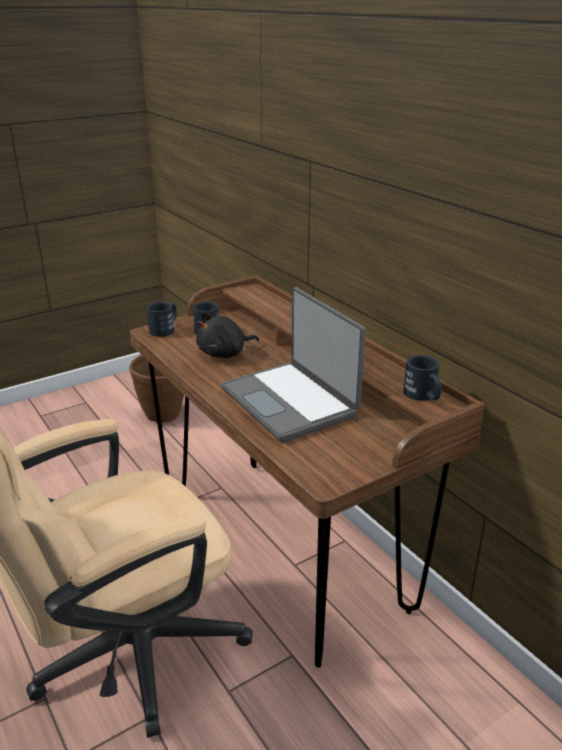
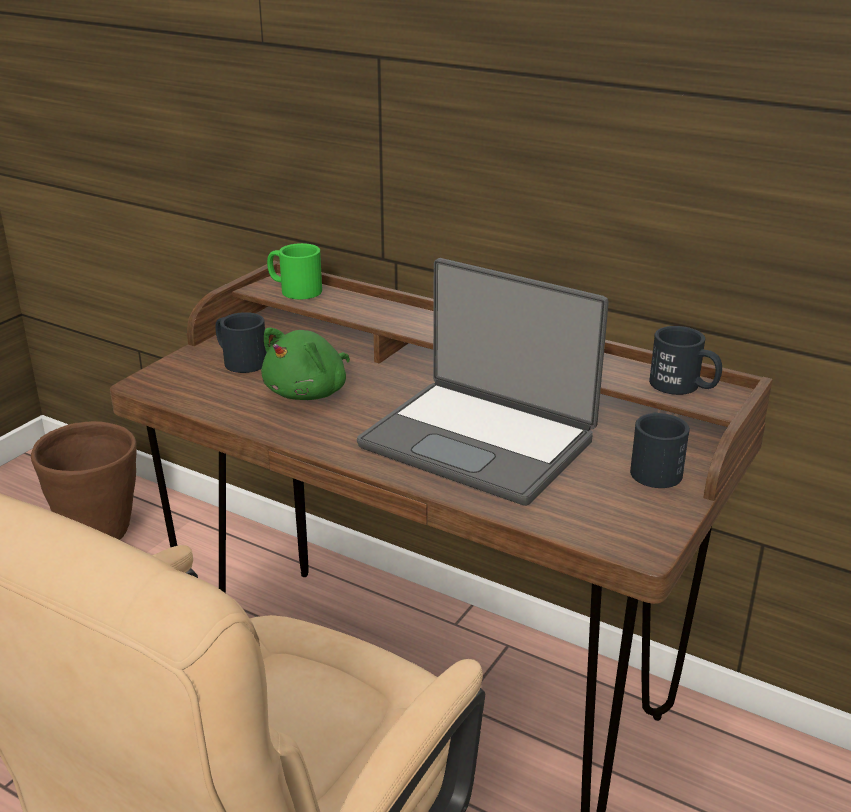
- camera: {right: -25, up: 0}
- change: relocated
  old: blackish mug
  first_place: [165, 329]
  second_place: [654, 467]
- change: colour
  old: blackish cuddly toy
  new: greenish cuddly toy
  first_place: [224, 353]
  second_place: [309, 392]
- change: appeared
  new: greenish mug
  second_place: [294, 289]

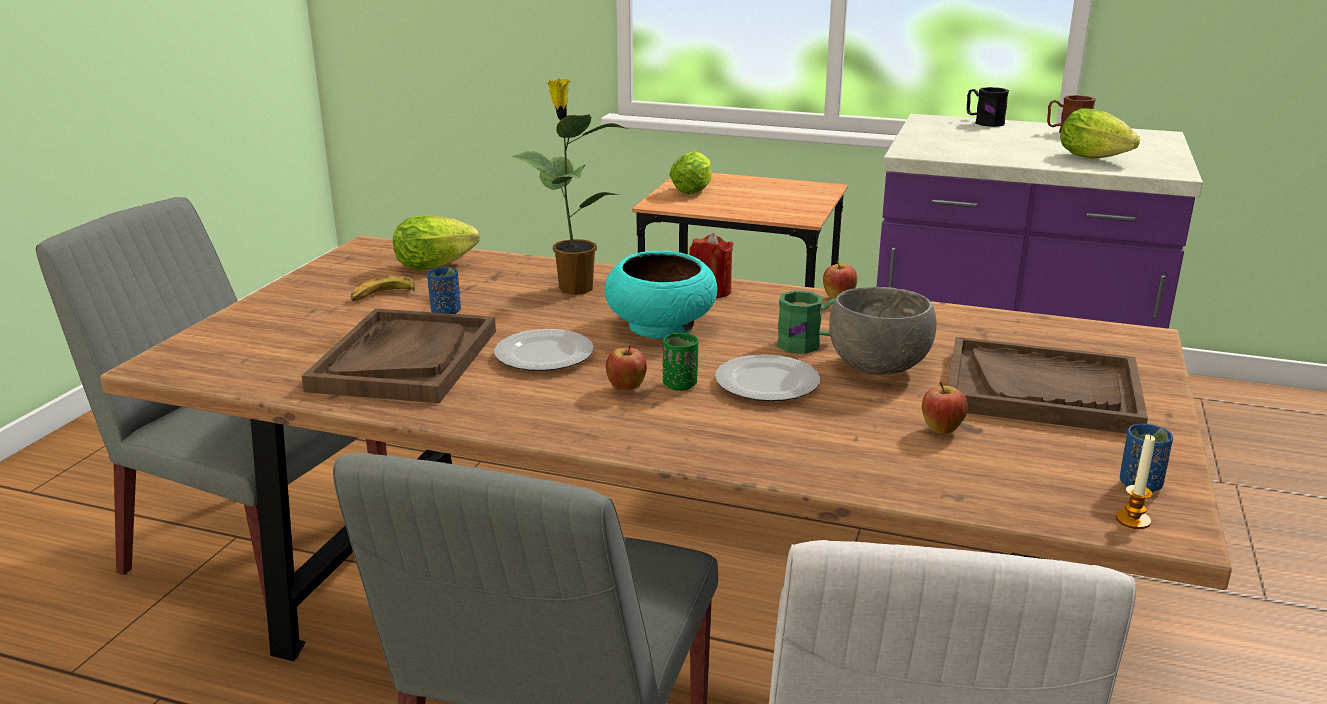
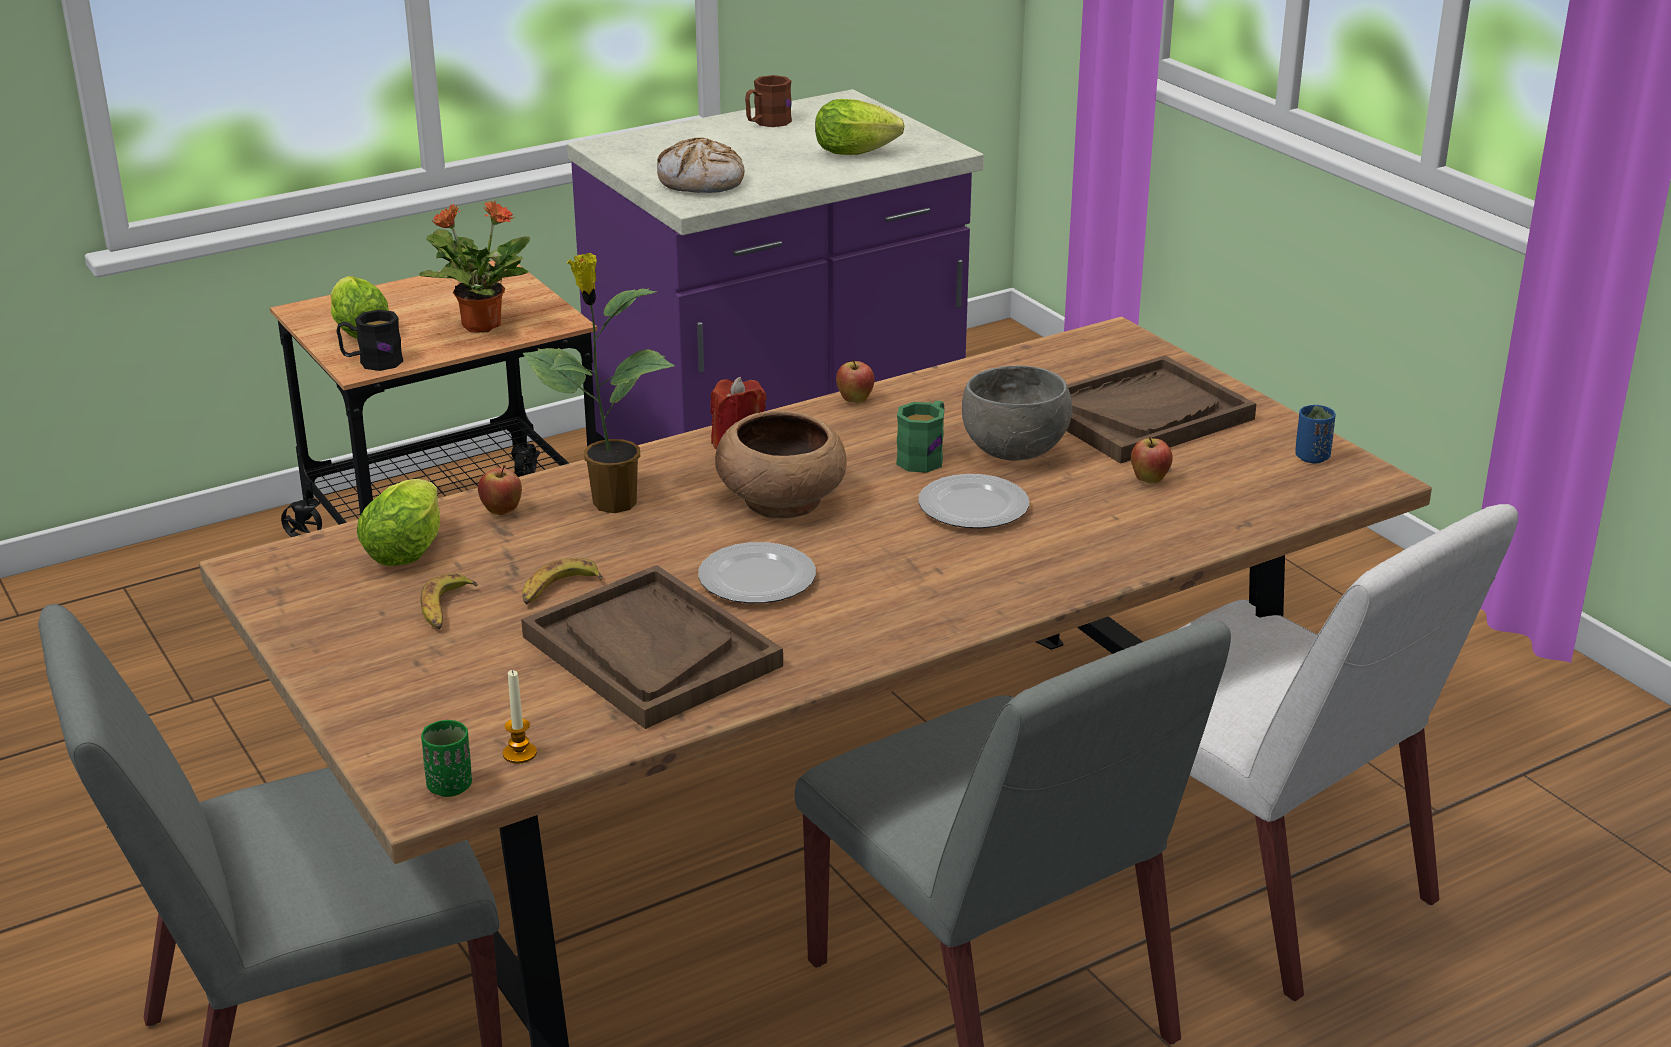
- camera: {right: -50, up: 5}
- change: relocated
  old: blackish mug
  first_place: [984, 122]
  second_place: [372, 362]
- change: colour
  old: turquoise serving bowl
  new: brown serving bowl
  first_place: [662, 326]
  second_place: [782, 500]
- change: exchanged
  old: blue-coloured small cup
  new: banana
  first_place: [446, 312]
  second_place: [558, 590]
- change: relocated
  old: greenish small cup
  first_place: [680, 385]
  second_place: [450, 786]
- change: relocated
  old: apple
  first_place: [626, 389]
  second_place: [502, 512]
- change: relocated
  old: wax candle
  first_place: [1133, 520]
  second_place: [519, 753]
- change: appeared
  new: bakery bread
  second_place: [702, 182]
- change: appeared
  new: houseplant
  second_place: [480, 325]

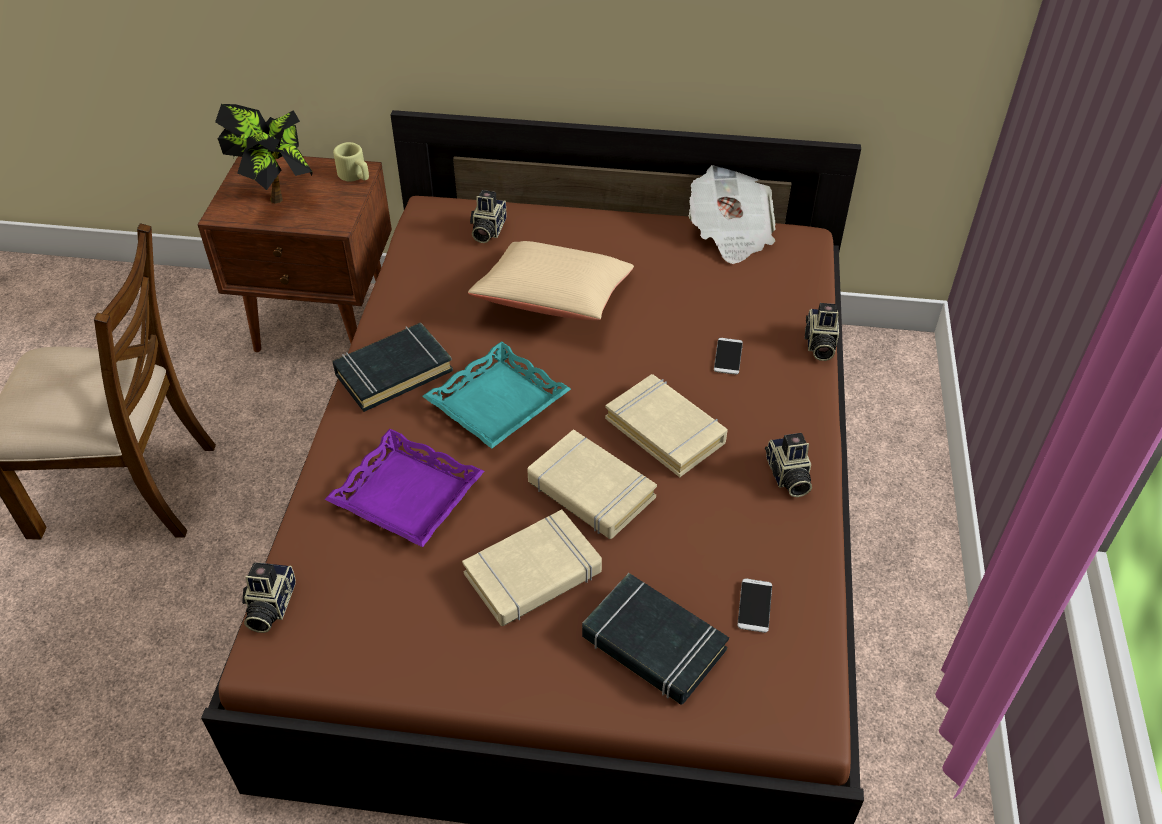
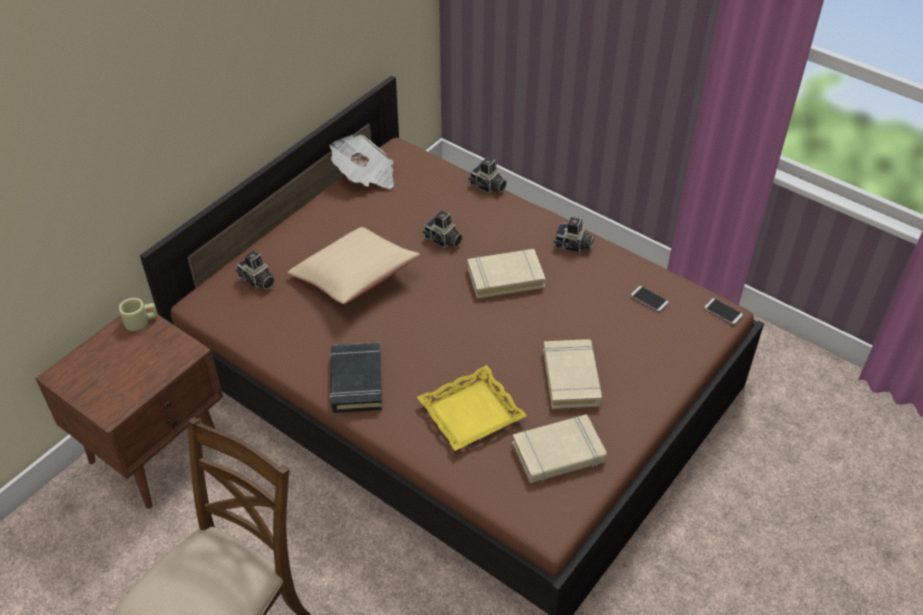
- camera: {right: -60, up: 0}
- change: missing
  old: houseplant
  first_place: [277, 191]
- change: relocated
  old: telephone
  first_place: [728, 356]
  second_place: [723, 311]
- change: missing
  old: turquoise serving tray
  first_place: [497, 402]
- change: colour
  old: purplish serving tray
  new: yellowish serving tray
  first_place: [406, 495]
  second_place: [471, 414]
- change: relocated
  old: beige-coloured book
  first_place: [590, 490]
  second_place: [558, 453]
- change: relocated
  old: still camera
  first_place: [269, 606]
  second_place: [443, 240]
- change: missing
  old: blackish book
  first_place: [653, 644]

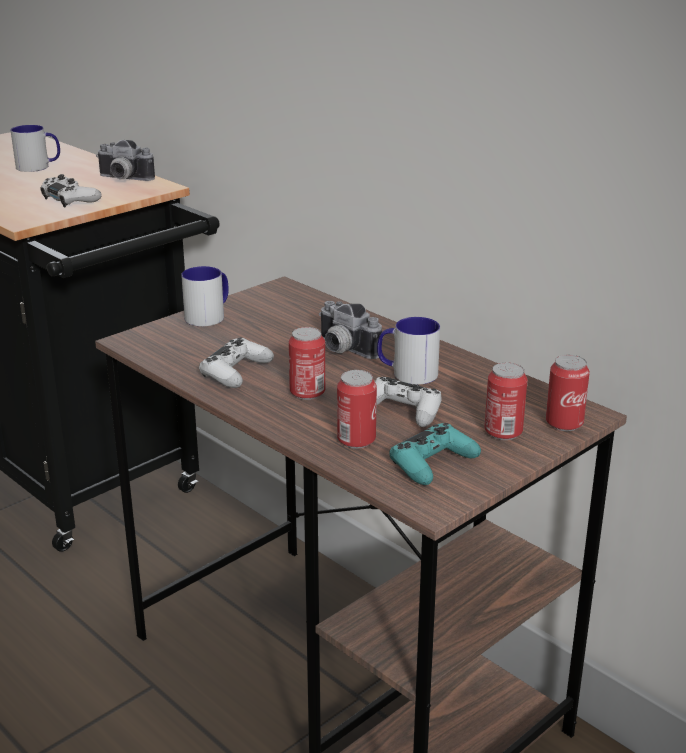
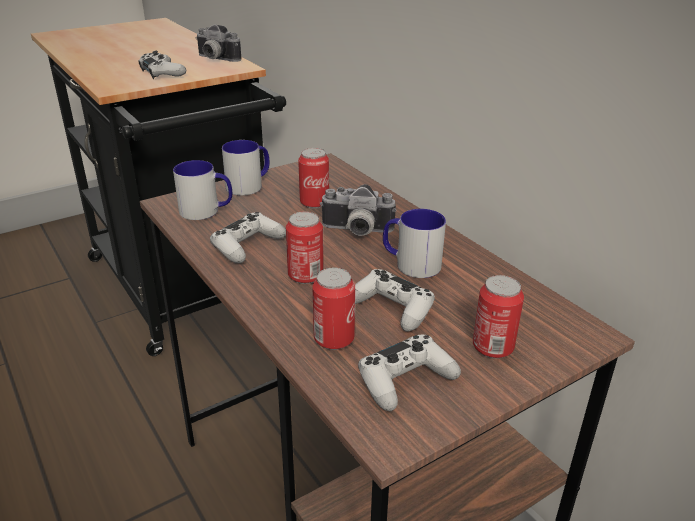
- camera: {right: 10, up: 5}
- change: relocated
  old: mug
  first_place: [39, 167]
  second_place: [206, 211]
- change: spun
  old: still camera
  first_place: [342, 350]
  second_place: [356, 231]
  degrees: -45
- change: relocated
  old: metal can
  first_place: [564, 423]
  second_place: [314, 203]
- change: colour
  old: turquoise game controller
  new: white game controller
  first_place: [432, 464]
  second_place: [405, 380]

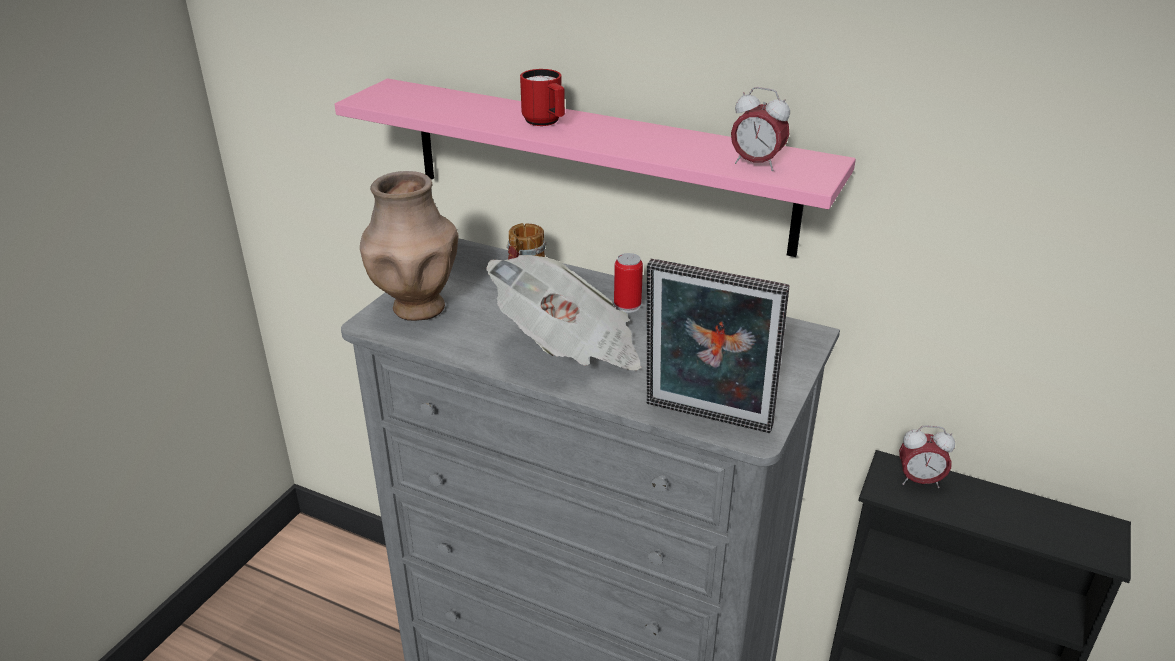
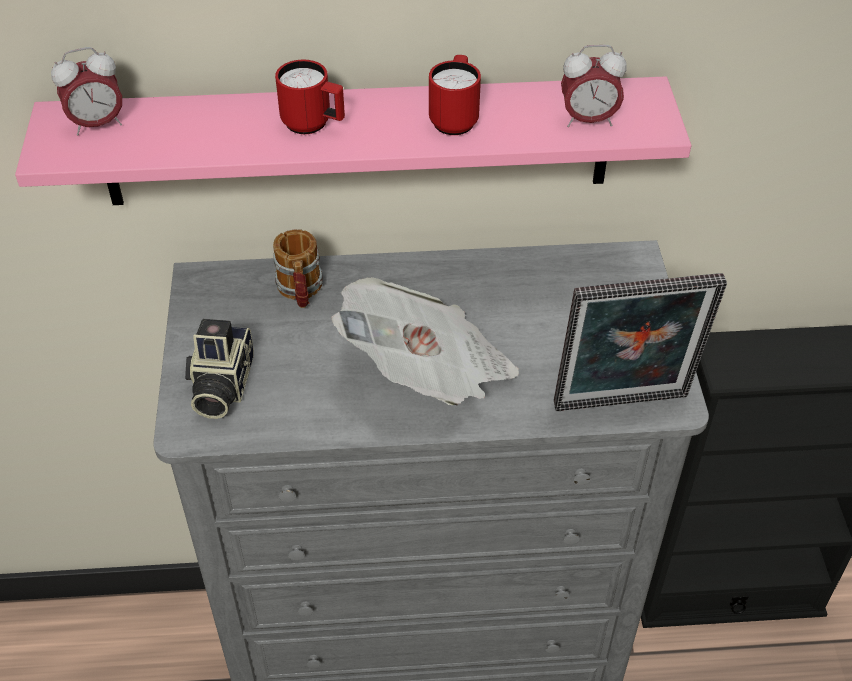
- camera: {right: -30, up: 15}
- change: exchanged
  old: brown vase
  new: still camera
  first_place: [417, 308]
  second_place: [220, 386]
- change: missing
  old: metal can
  first_place: [627, 306]
- change: relocated
  old: table clock
  first_place: [919, 481]
  second_place: [97, 124]
- change: appeared
  new: red mug
  second_place: [455, 118]

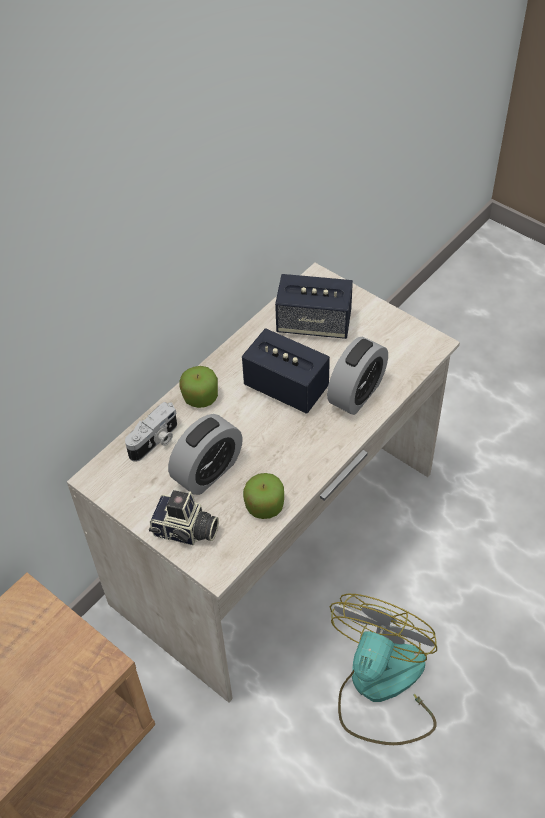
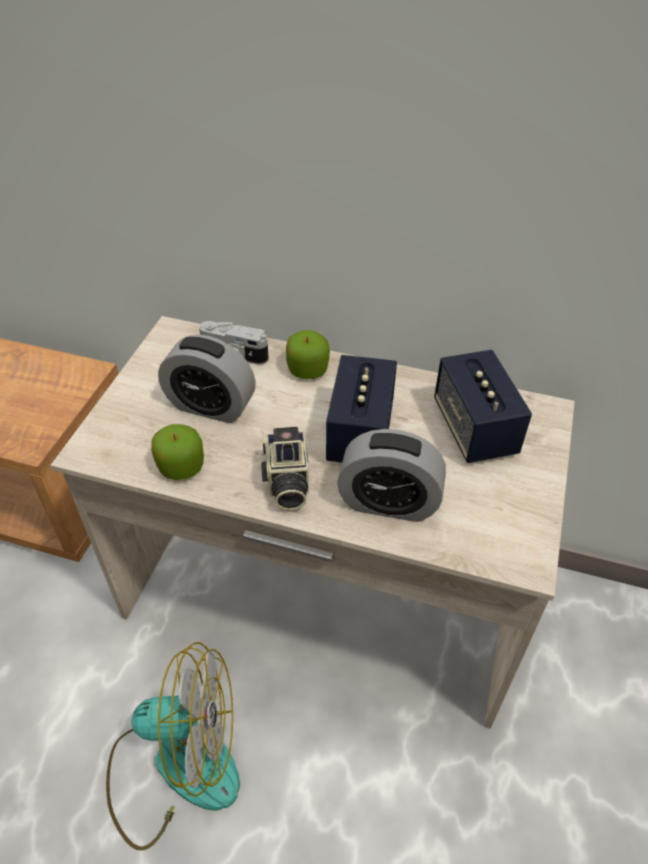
- camera: {right: 65, up: -5}
- change: relocated
  old: still camera
  first_place: [185, 531]
  second_place: [286, 483]

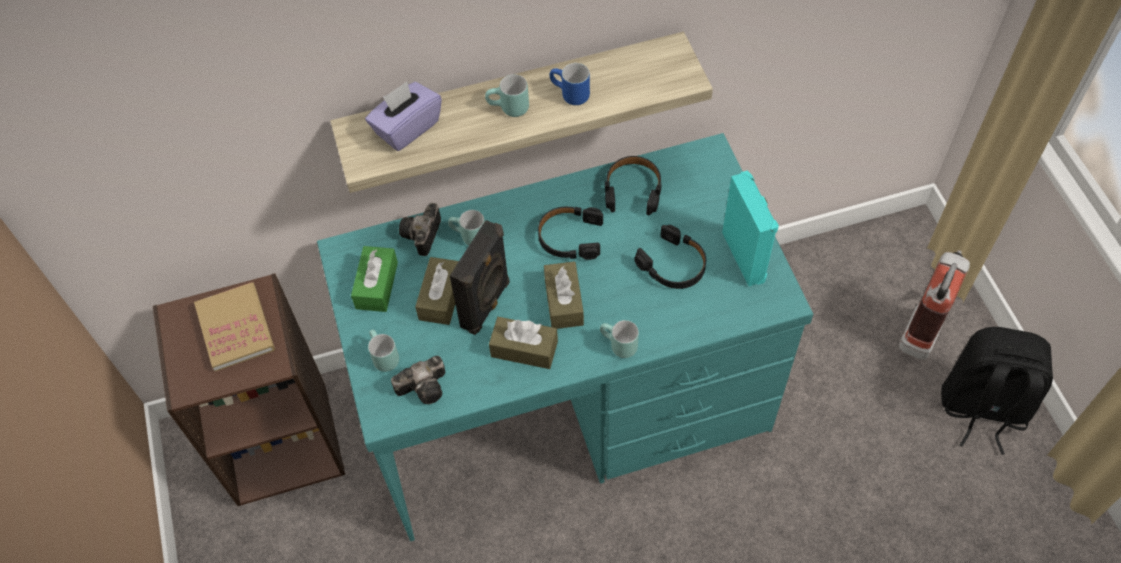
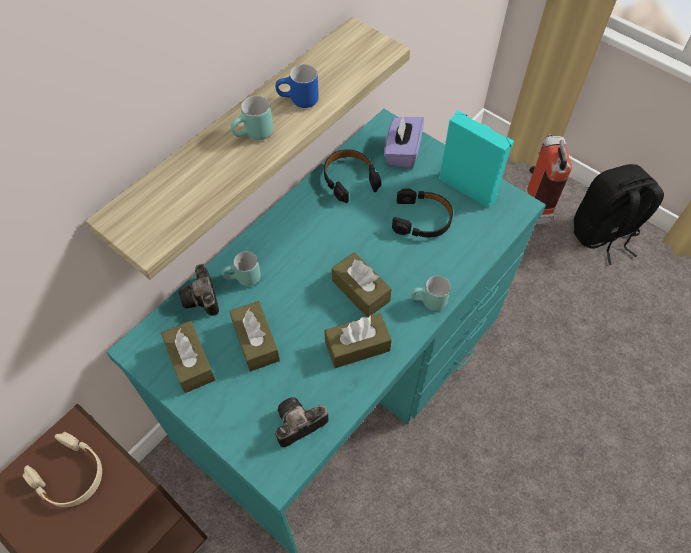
- camera: {right: -35, up: 0}
- change: relocated
  old: purplish tissue holder
  first_place: [407, 128]
  second_place: [402, 152]
- change: missing
  old: blackish pair of headphones
  first_place: [570, 237]
- change: missing
  old: blackish audio speaker
  first_place: [487, 305]
- change: colour
  old: greenish tissue holder
  new: brown tissue holder
  first_place: [377, 285]
  second_place: [190, 362]
- change: exchanged
  old: book
  new: beige-coloured pair of headphones
  first_place: [235, 328]
  second_place: [70, 475]
- change: missing
  old: turquoise mug
  first_place: [382, 357]
- change: spun
  old: still camera
  first_place: [426, 386]
  second_place: [297, 425]
  degrees: -150

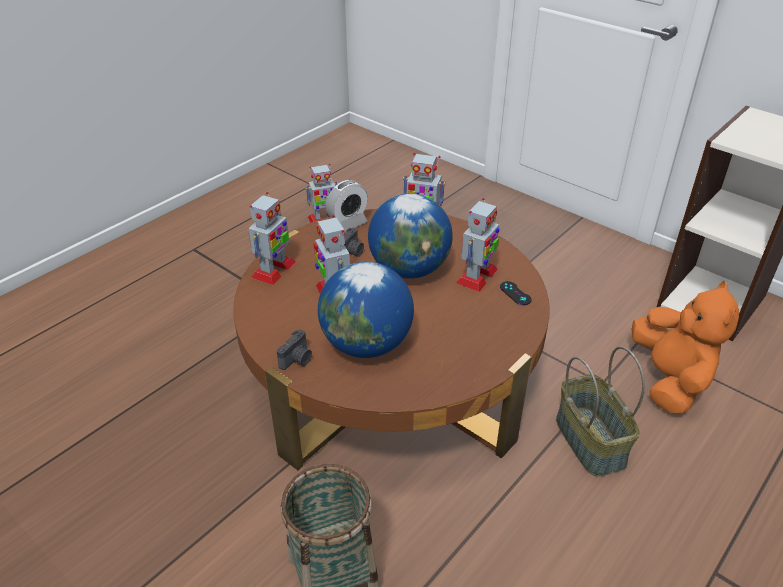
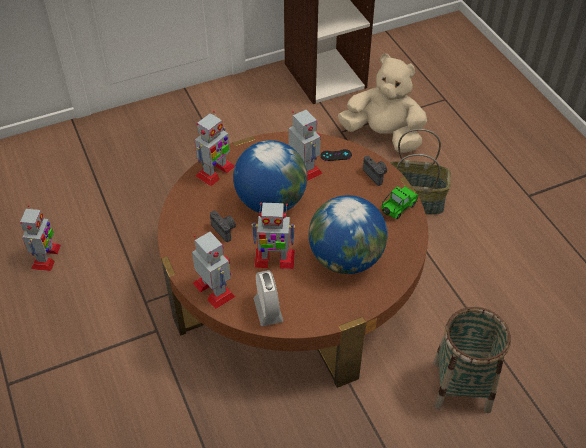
- camera: {right: -65, up: 10}
- change: relocated
  old: table clock
  first_place: [347, 224]
  second_place: [268, 310]
- change: colour
  old: orange-coloured cuddly toy
  new: beige-coloured cuddly toy
  first_place: [670, 380]
  second_place: [383, 135]
- change: relocated
  old: still camera
  first_place: [297, 360]
  second_place: [376, 175]
- change: appeared
  new: toy car
  second_place: [397, 208]

